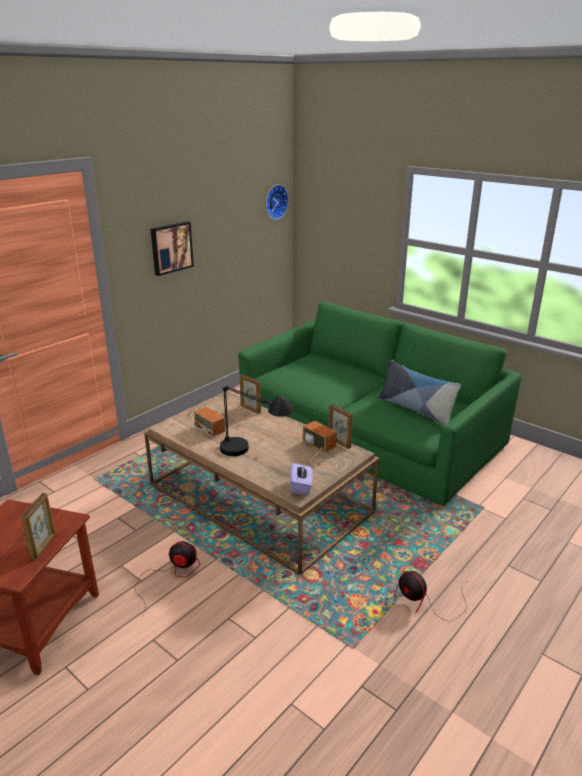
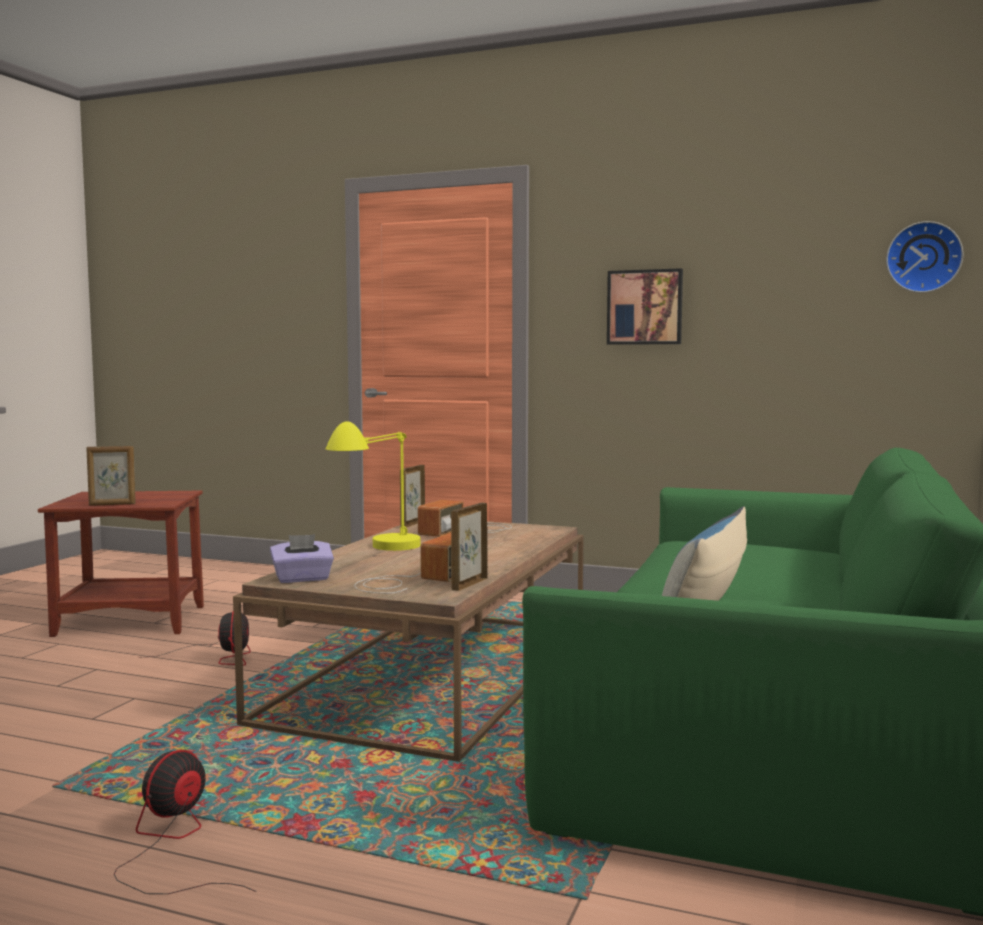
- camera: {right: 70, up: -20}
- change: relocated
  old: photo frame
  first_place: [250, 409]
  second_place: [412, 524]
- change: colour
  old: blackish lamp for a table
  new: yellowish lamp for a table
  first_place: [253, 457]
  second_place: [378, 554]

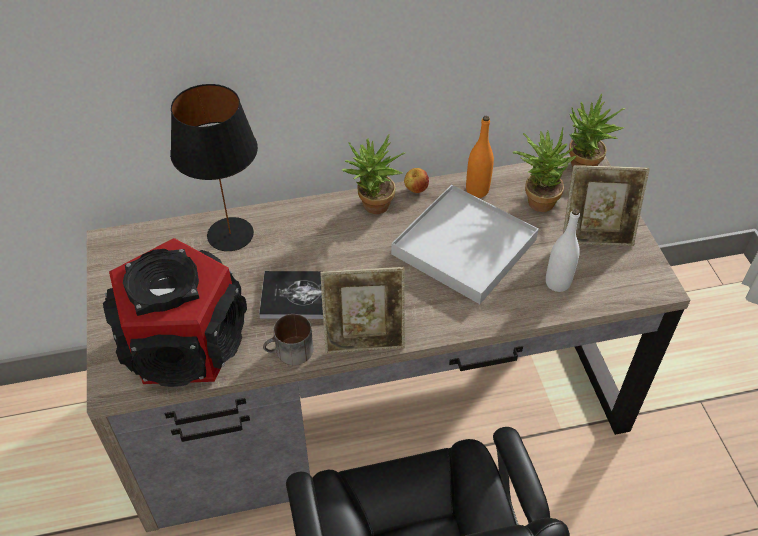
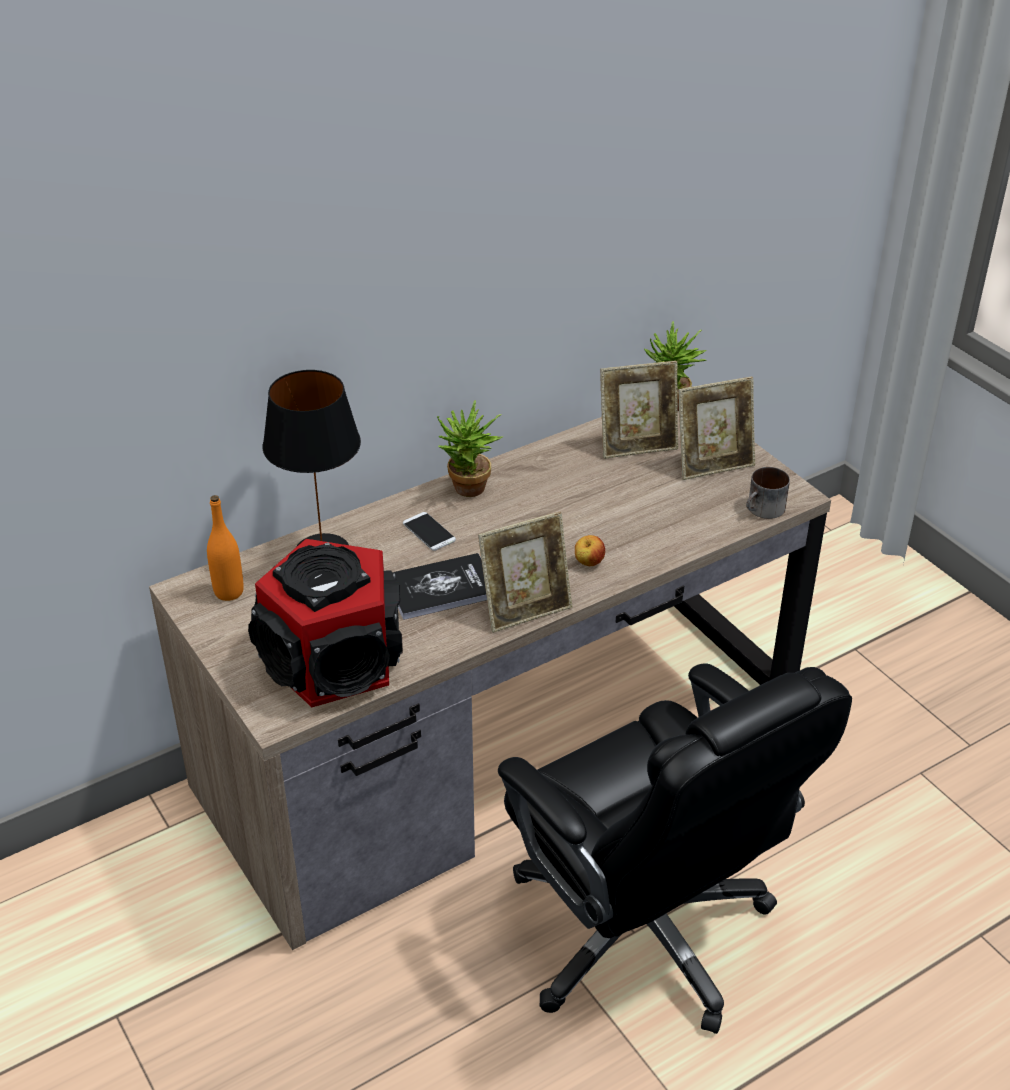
- camera: {right: -20, up: -10}
- change: relocated
  old: orange-coloured bottle
  first_place: [477, 190]
  second_place: [229, 592]
- change: exchanged
  old: houseplant
  new: photo frame
  first_place: [537, 199]
  second_place: [637, 445]
- change: relocated
  old: apple
  first_place: [415, 189]
  second_place: [588, 563]
- change: missing
  old: white serving tray
  first_place: [464, 247]
- change: missing
  old: white bottle
  first_place: [557, 283]
- change: relocated
  old: mug
  first_place: [290, 353]
  second_place: [764, 510]
- change: appeared
  new: telephone
  second_place: [429, 532]

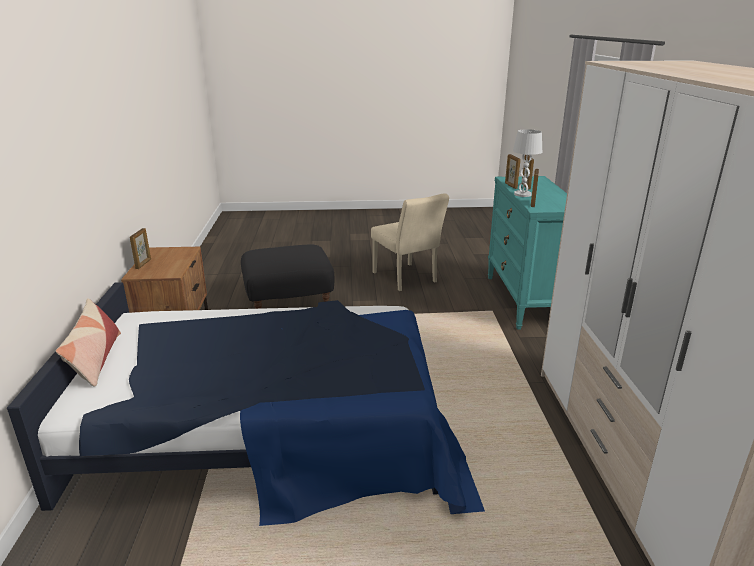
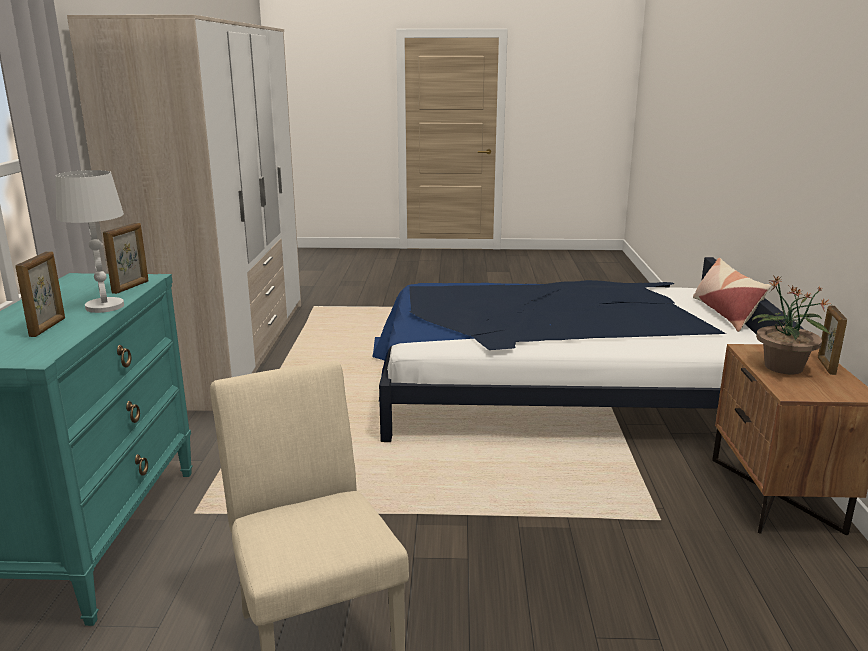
- camera: {right: -175, up: -5}
- change: missing
  old: photo frame
  first_place: [510, 186]
- change: missing
  old: blackish ottoman
  first_place: [289, 301]
- change: appeared
  new: houseplant
  second_place: [783, 367]

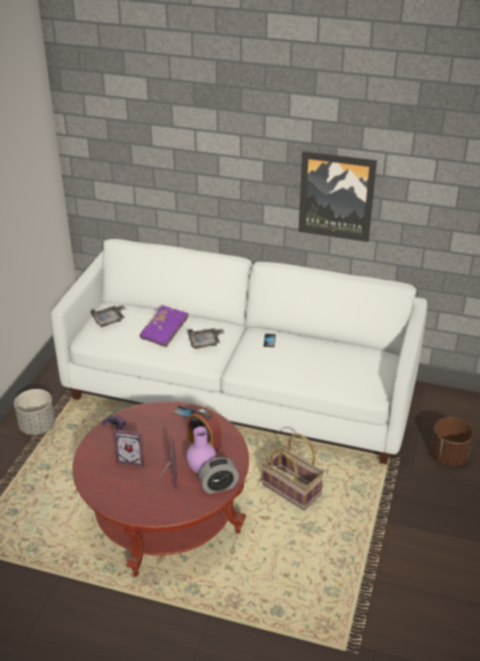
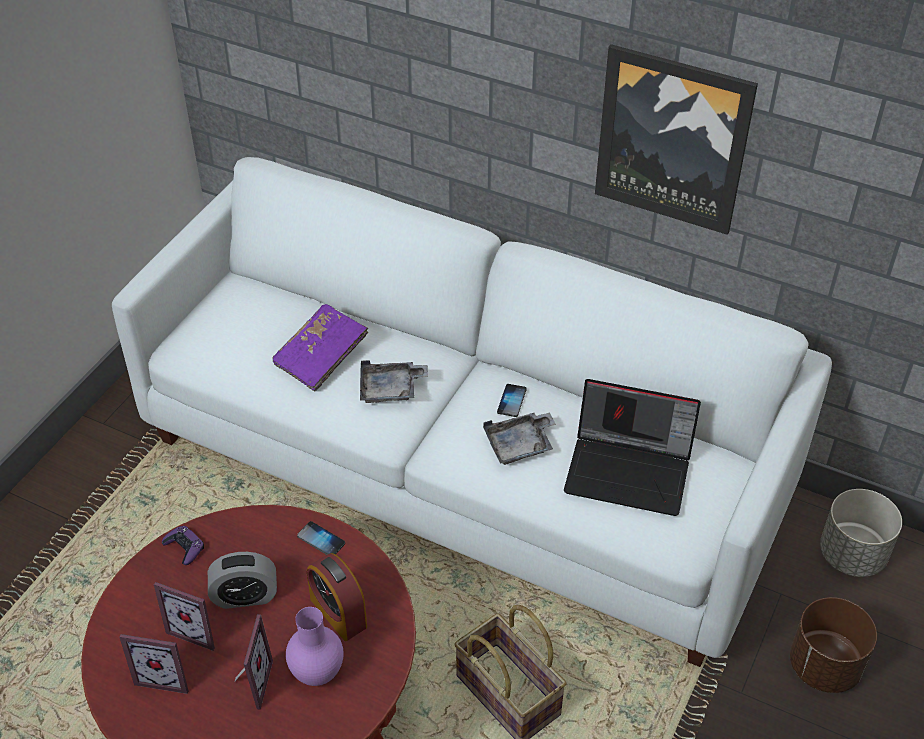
- camera: {right: 10, up: 10}
- change: relocated
  old: greyish serving tray
  first_place: [109, 320]
  second_place: [520, 445]
- change: relocated
  old: greyish planter
  first_place: [38, 426]
  second_place: [852, 555]
- change: relocated
  old: table clock
  first_place: [218, 486]
  second_place: [245, 596]
- change: appeared
  new: laptop
  second_place: [630, 470]
- change: appeared
  new: photo frame
  second_place: [166, 675]

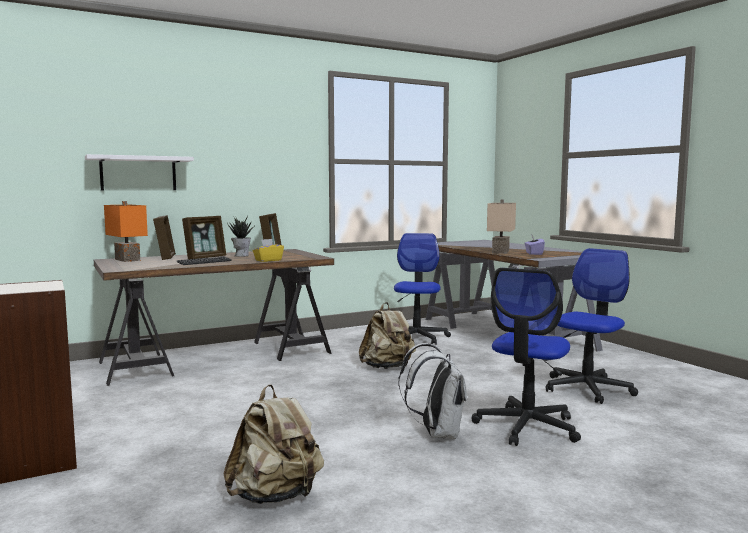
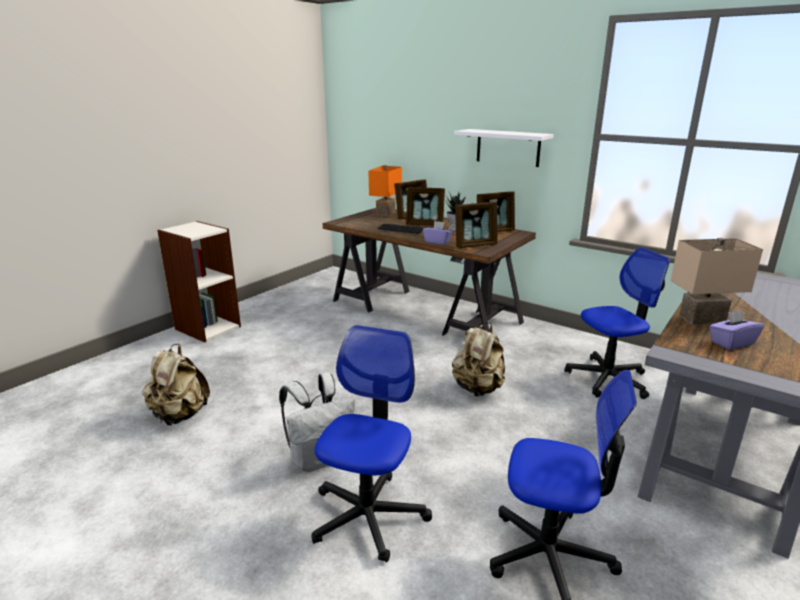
- camera: {right: 65, up: 15}
- change: relocated
  old: white bracket shelf
  first_place: [138, 173]
  second_place: [508, 147]
- change: colour
  old: yellowish tissue holder
  new: purplish tissue holder
  first_place: [268, 260]
  second_place: [437, 242]
- change: spun
  old: desk chair
  first_place: [527, 427]
  second_place: [368, 516]
  degrees: 105
- change: appeared
  new: photo frame
  second_place: [475, 245]

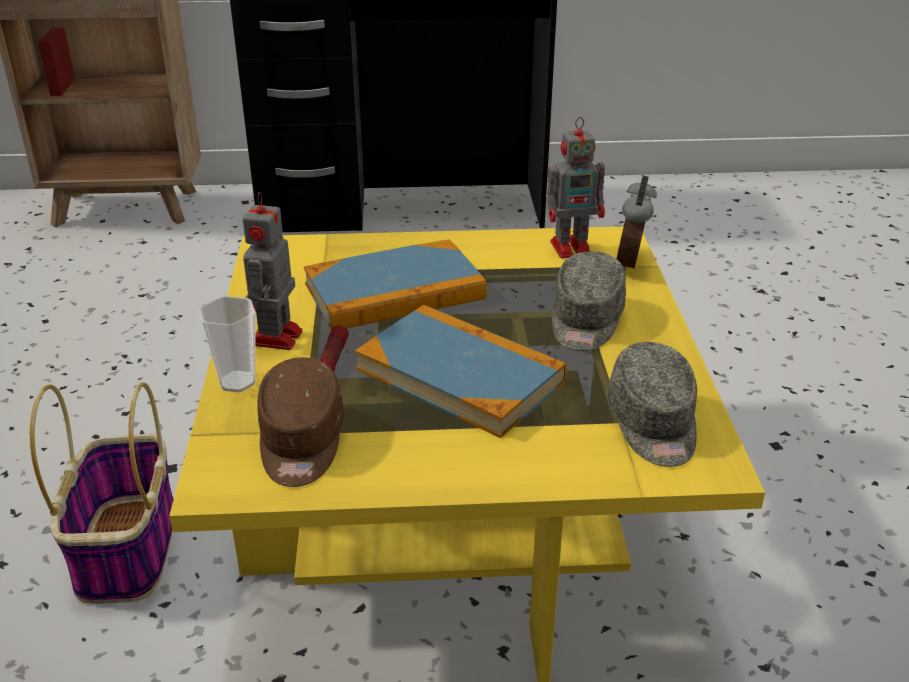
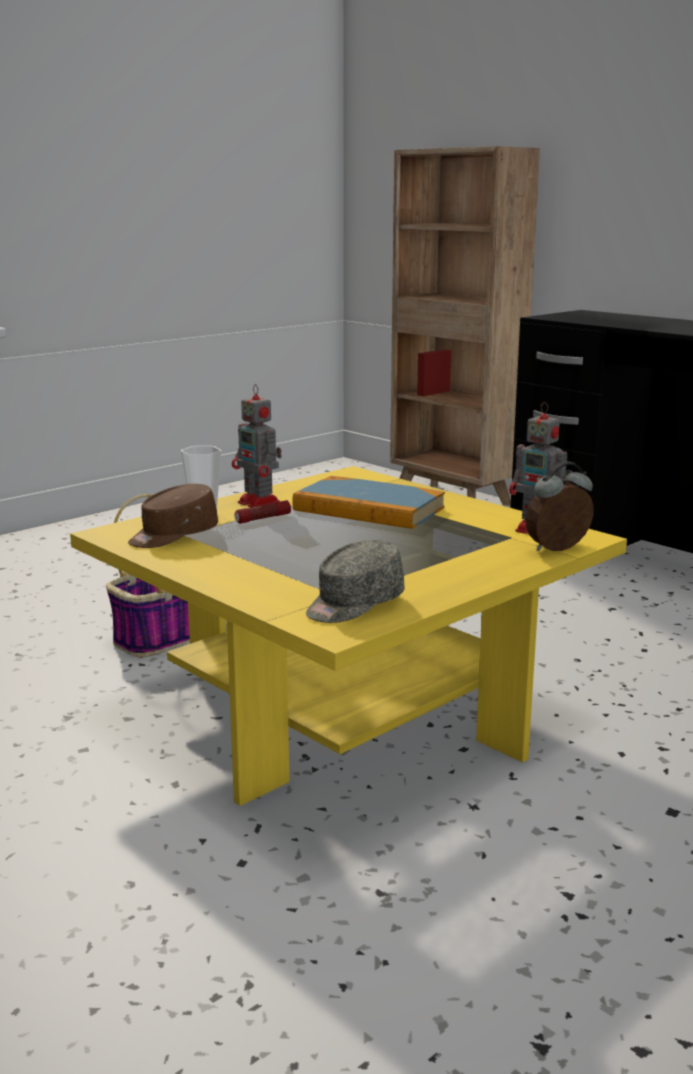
- camera: {right: 50, up: -15}
- change: spun
  old: robot figure
  first_place: [275, 339]
  second_place: [260, 503]
  degrees: -105
- change: missing
  old: greyish cap
  first_place: [585, 321]
- change: missing
  old: book
  first_place: [460, 375]

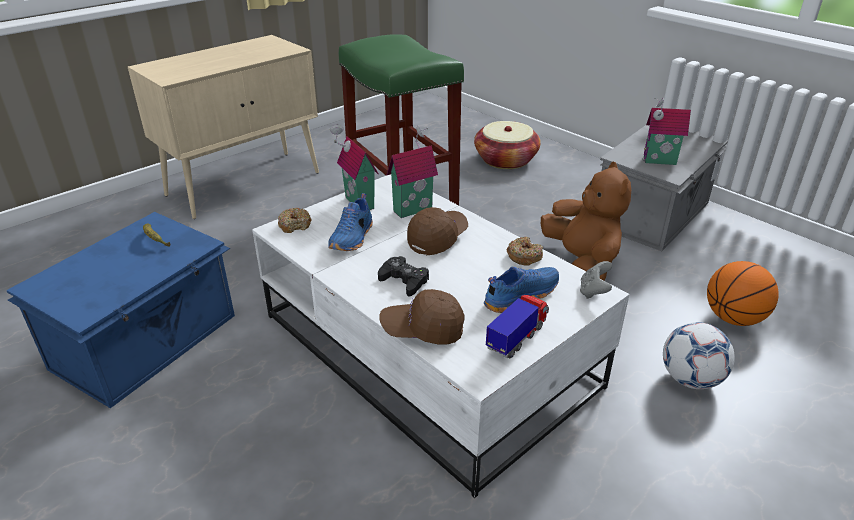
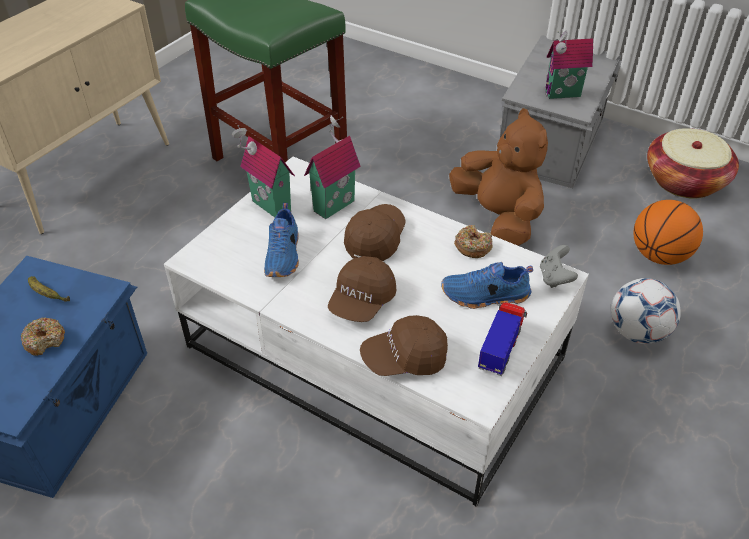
- camera: {right: -15, up: 10}
- change: relocated
  old: basket
  first_place: [505, 160]
  second_place: [684, 181]
- change: relocated
  old: doughnut
  first_place: [295, 225]
  second_place: [45, 340]
- change: exchanged
  old: blackish game controller
  new: brown cap
  first_place: [404, 281]
  second_place: [361, 301]
- change: spun
  old: blue-coloured item of footwear
  first_place: [520, 295]
  second_place: [485, 296]
  degrees: -135

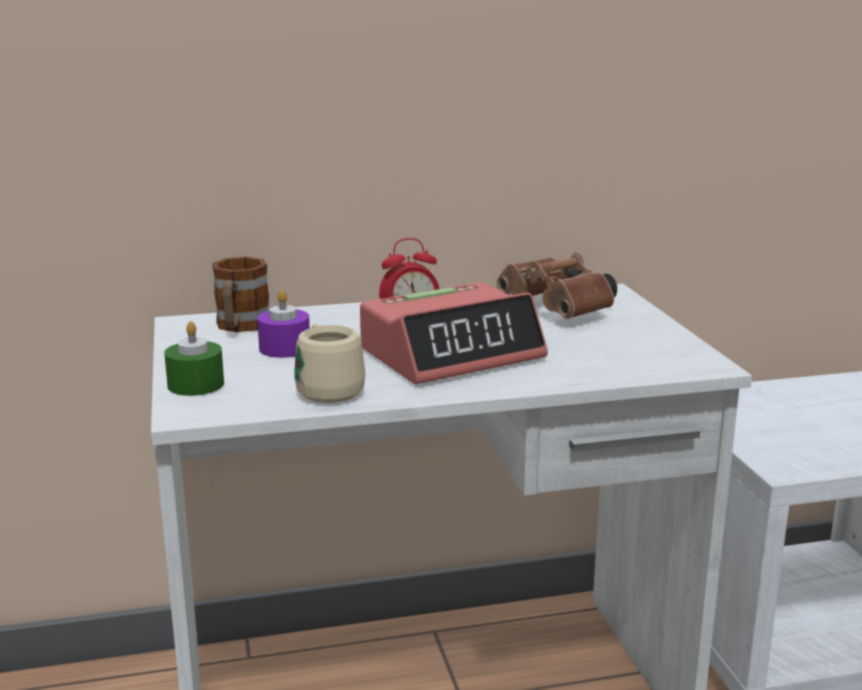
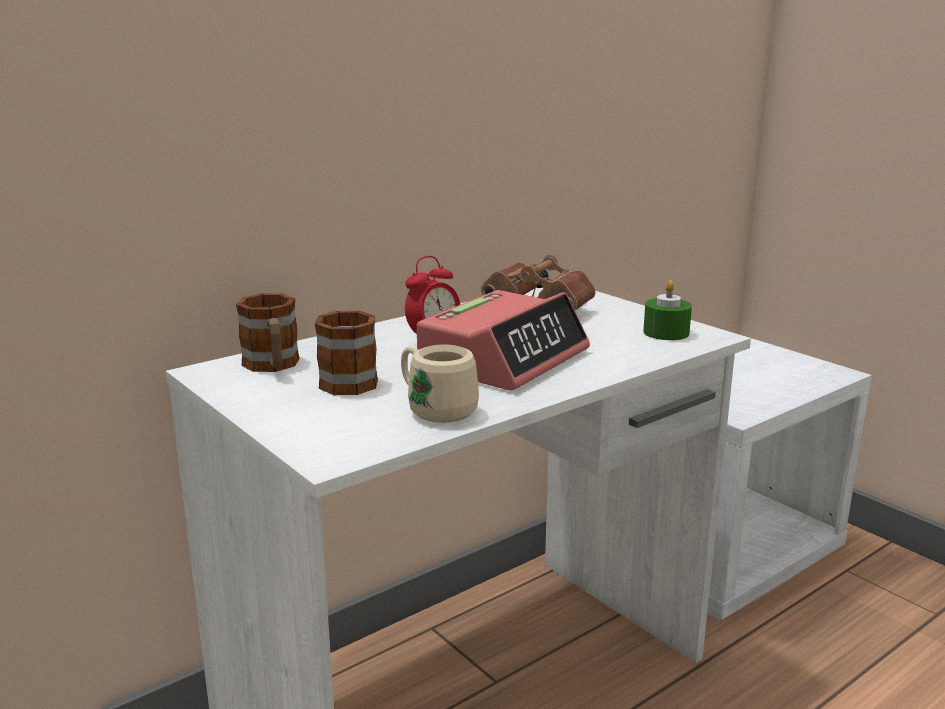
- camera: {right: -25, up: 0}
- change: exchanged
  old: purplish wax candle
  new: mug
  first_place: [284, 348]
  second_place: [344, 379]
- change: relocated
  old: greenish wax candle
  first_place: [196, 384]
  second_place: [666, 332]

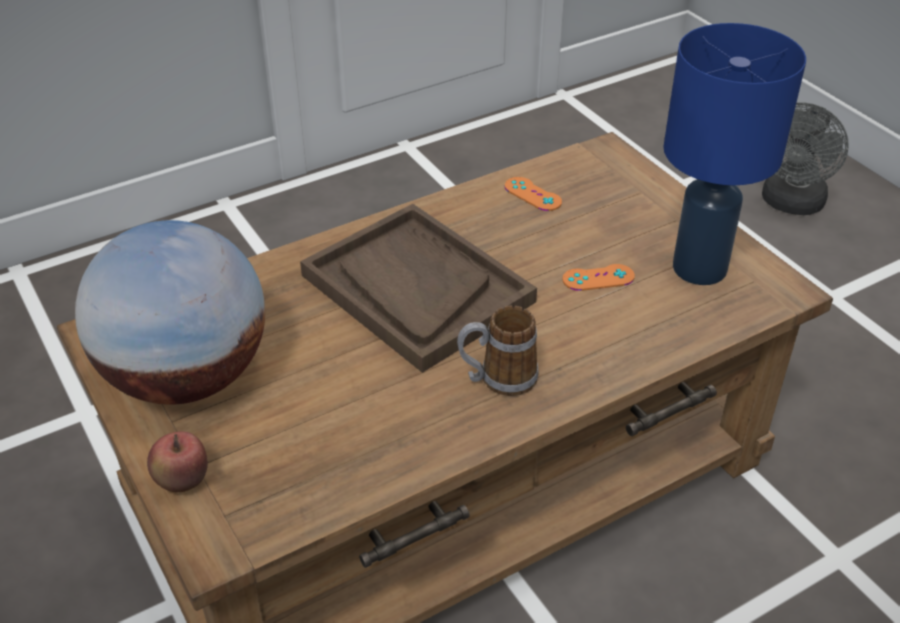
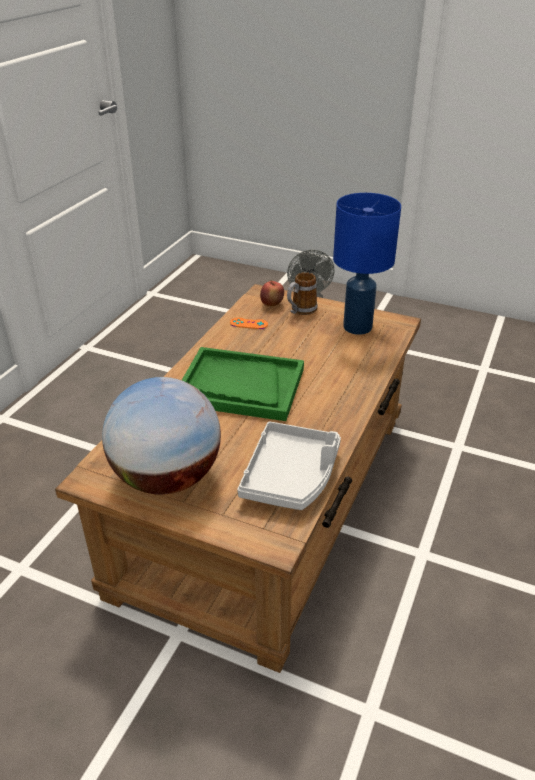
- camera: {right: -35, up: -5}
- change: colour
  old: brown serving tray
  new: greenish serving tray
  first_place: [416, 288]
  second_place: [240, 386]
- change: missing
  old: orange-coloured game controller
  first_place: [598, 278]
- change: relocated
  old: mug
  first_place: [497, 379]
  second_place: [300, 311]
- change: relocated
  old: apple
  first_place: [182, 482]
  second_place: [272, 304]
- change: appeared
  new: greyish serving tray
  second_place: [291, 476]

